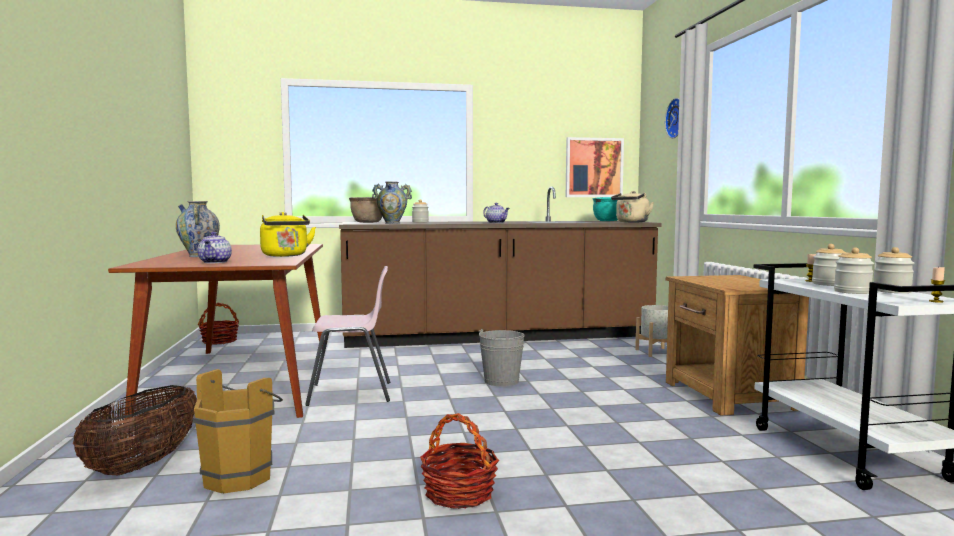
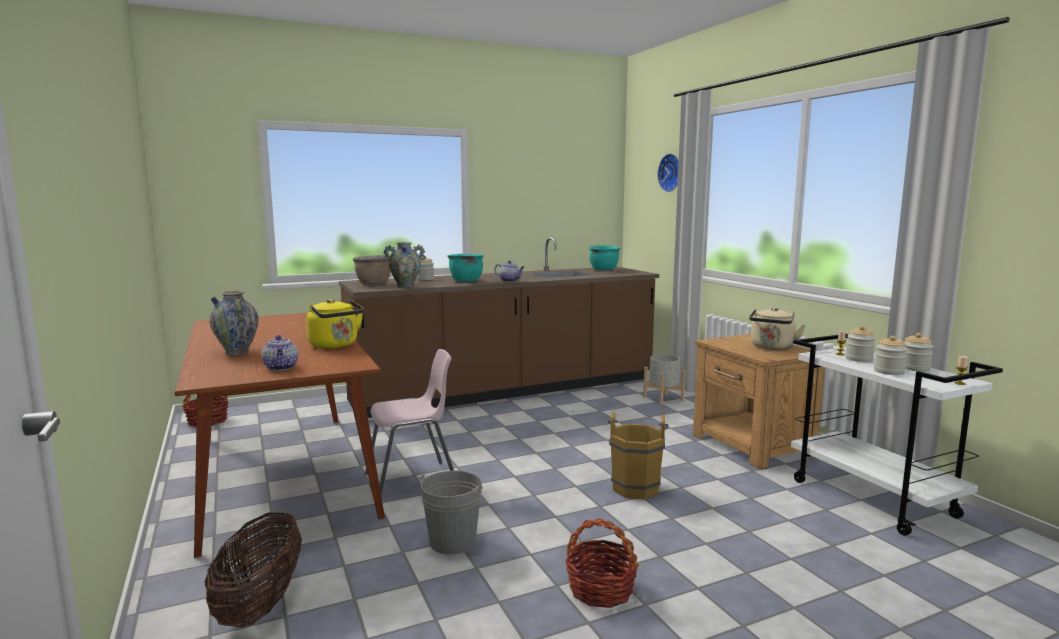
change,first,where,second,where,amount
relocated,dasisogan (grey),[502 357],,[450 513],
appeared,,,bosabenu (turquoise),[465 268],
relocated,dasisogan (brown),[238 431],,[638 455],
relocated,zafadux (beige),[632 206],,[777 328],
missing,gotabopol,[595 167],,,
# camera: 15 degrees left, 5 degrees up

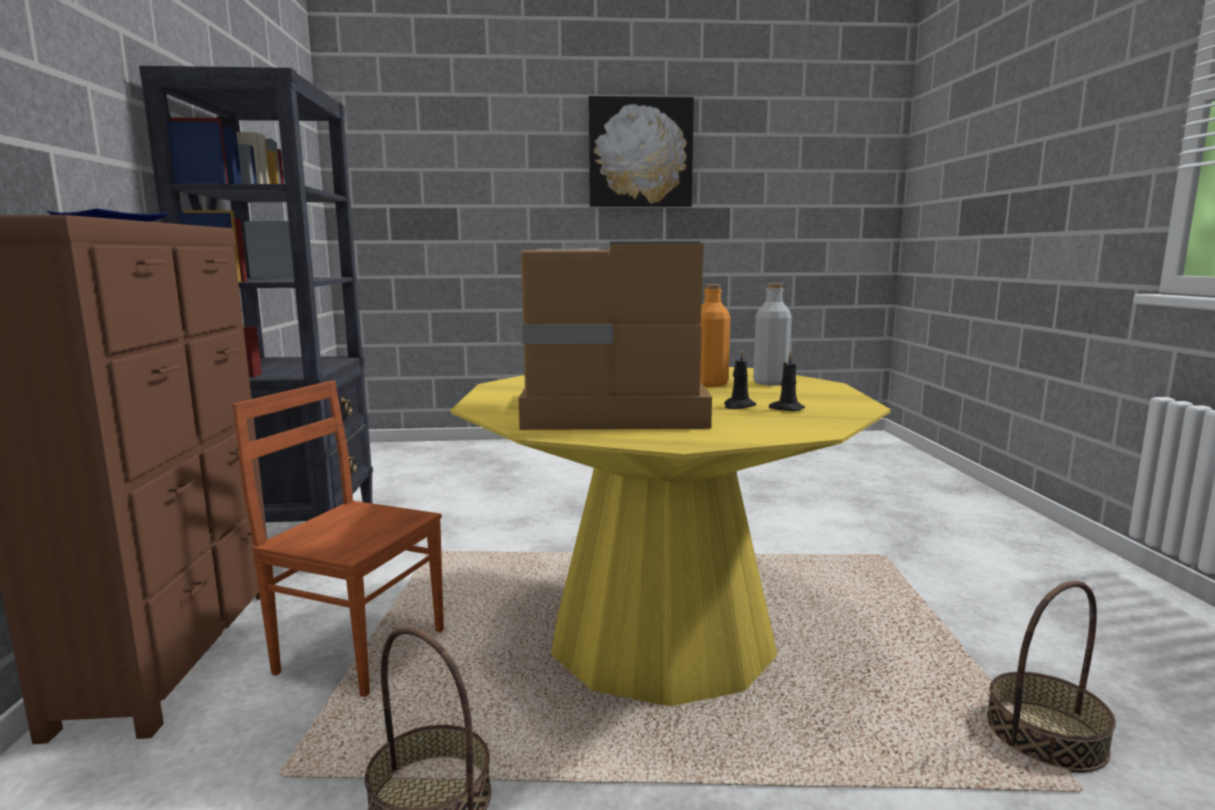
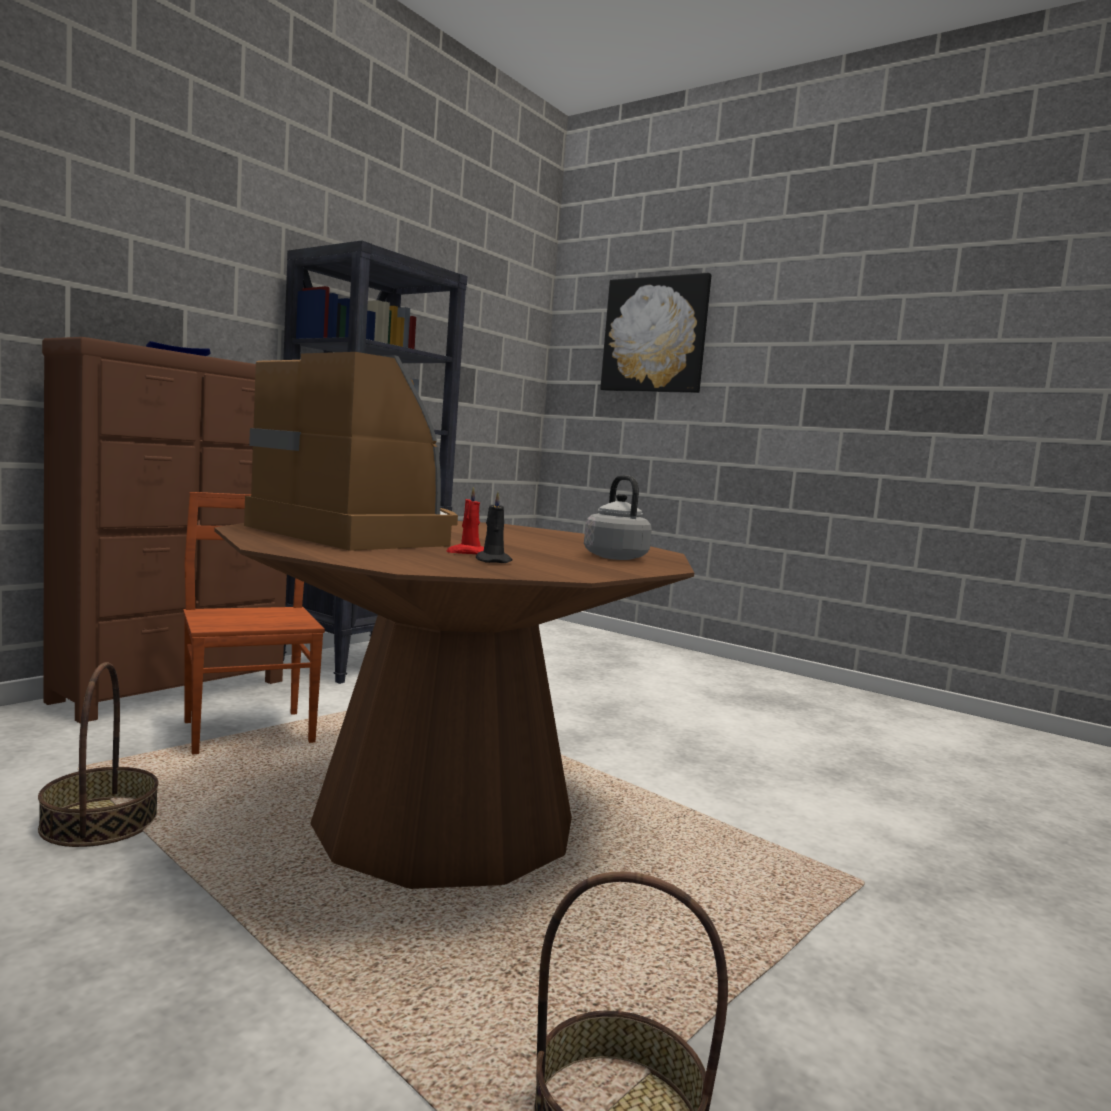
change,first,where,second,where,amount
colour,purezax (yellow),[671 536],purezax (brown),[454 705],
colour,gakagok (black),[740 379],gakagok (red),[465 520],
exchanged,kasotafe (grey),[772 334],zafadux (grey),[618 517],
relocated,gotabopol,[641 151],,[655 333],
missing,kasotafe (orange),[715 335],,,
# camera: 40 degrees right, 5 degrees down

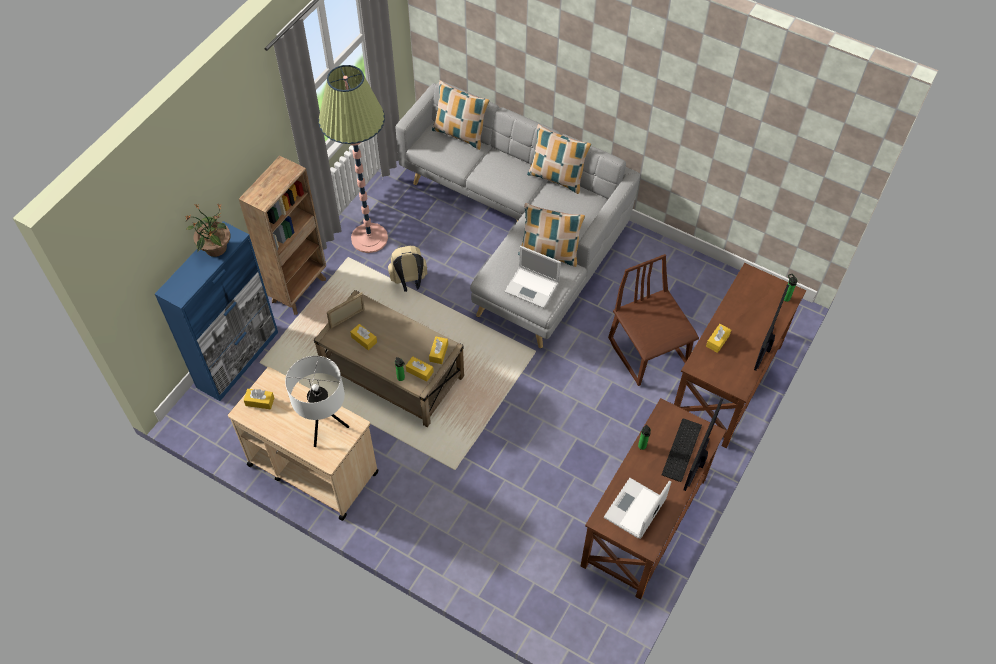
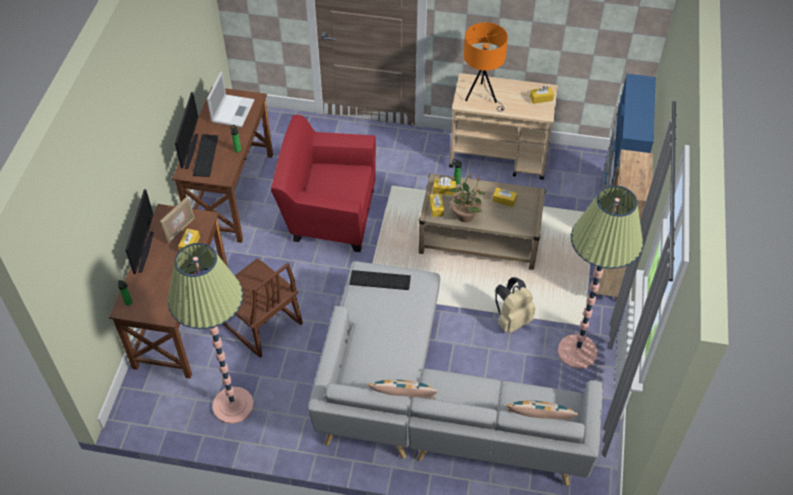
change,first,where,second,where,amount
relocated,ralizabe,[346 310],,[177 220],
appeared,,,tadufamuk,[211 333],
appeared,,,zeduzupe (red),[323 183],
exchanged,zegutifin,[532 277],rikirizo,[380 280],
relocated,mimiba,[208 230],,[466 197],
colour,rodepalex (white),[317 401],rodepalex (orange),[486 67],
missing,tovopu,[551 235],,,
# camera: 160 degrees right, 5 degrees down

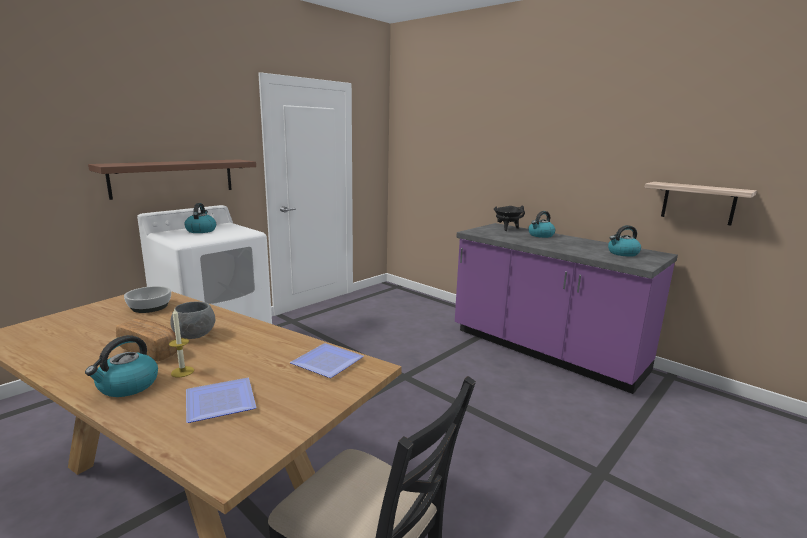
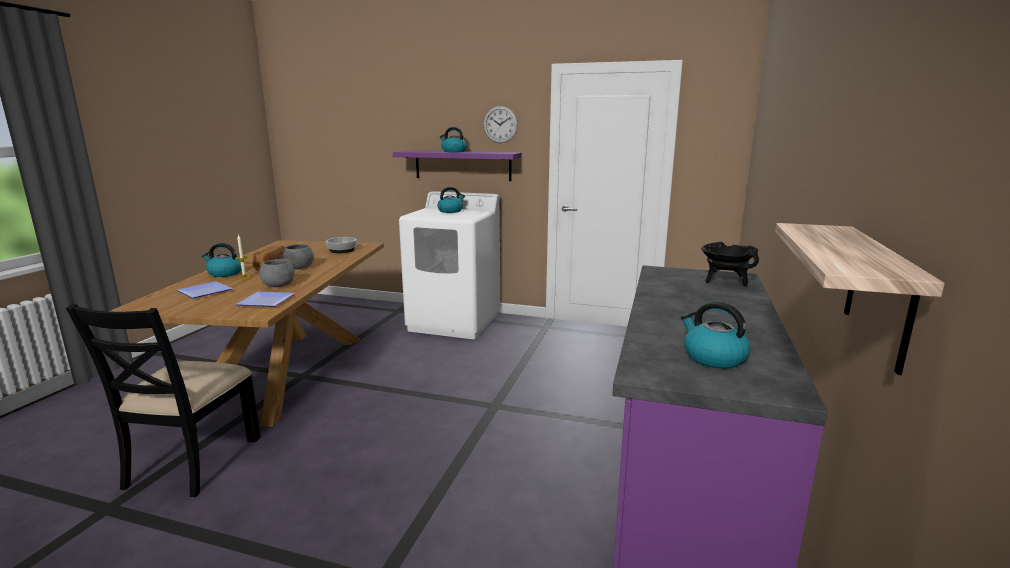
change,first,where,second,where,amount
appeared,,,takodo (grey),[277 273],
colour,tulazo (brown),[172 179],tulazo (purple),[457 165],
relocated,zafadux,[541 224],,[453 139],
appeared,,,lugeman,[501 124],
# camera: 65 degrees right, 0 degrees up

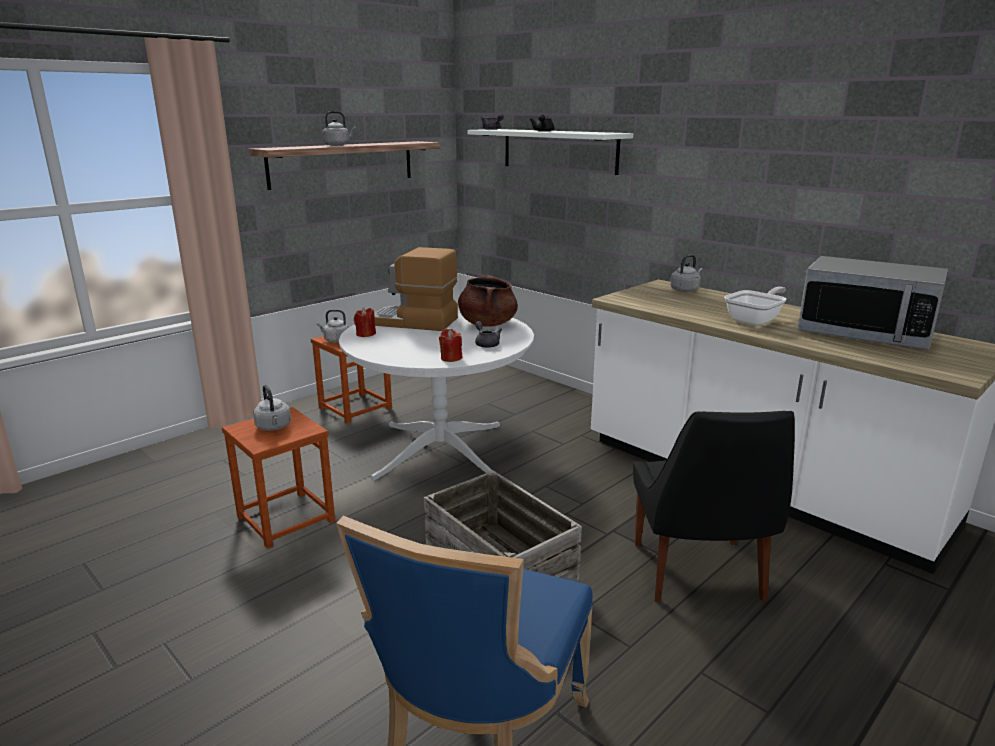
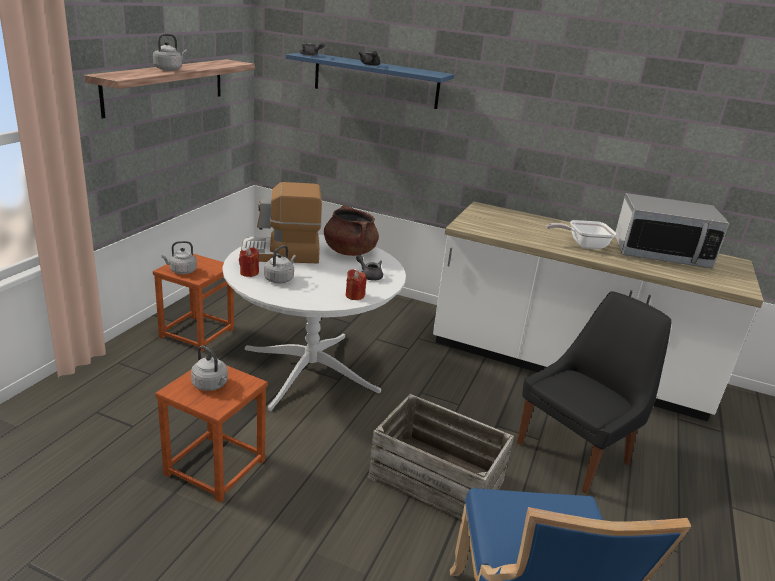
change,first,where,second,where,amount
relocated,zafadux (grey),[686 273],,[280 264],
colour,tulazo (white),[550 152],tulazo (blue),[370 81],
spun,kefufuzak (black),[714 507],,[594 392],105 degrees counterclockwise
spun,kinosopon,[755 306],,[581 234],120 degrees counterclockwise
# camera: 25 degrees left, 5 degrees up

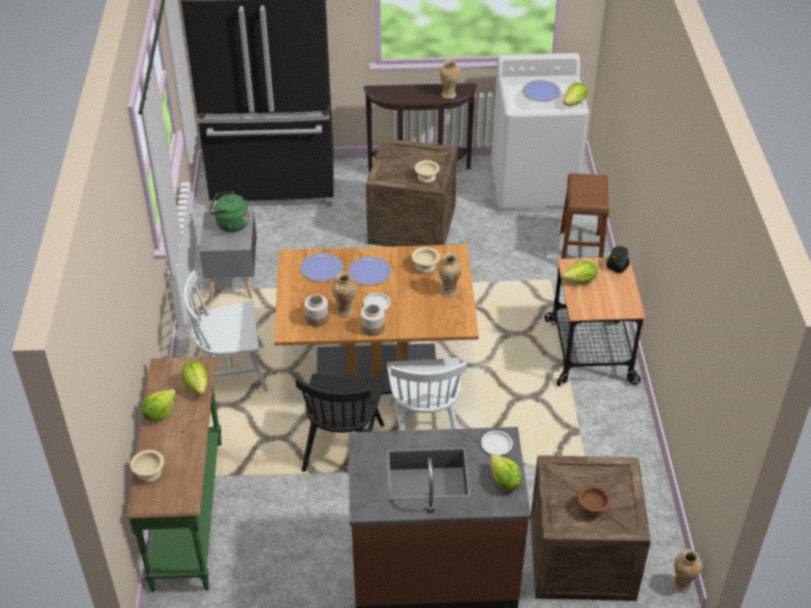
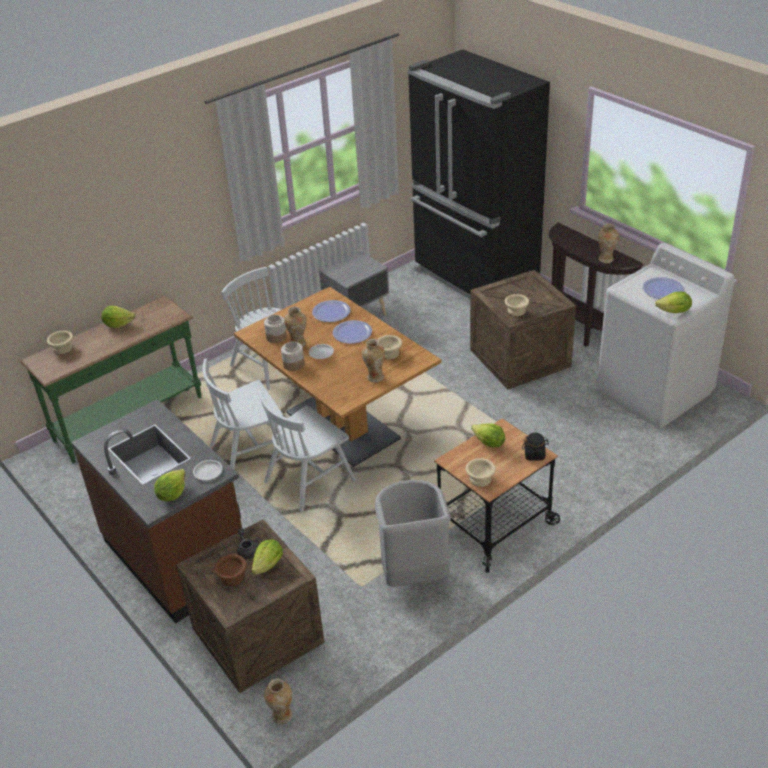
change,first,where,second,where,amount
colour,kefufuzak (black),[339 423],kefufuzak (white),[243 414],
appeared,,,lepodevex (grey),[248 543],
relocated,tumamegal,[194 378],,[267 557],
appeared,,,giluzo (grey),[413 533],
appeared,,,takodo (beige),[480 472],
missing,zafadux (green),[229 211],,,
missing,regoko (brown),[584 216],,,
# camera: 55 degrees right, 5 degrees down

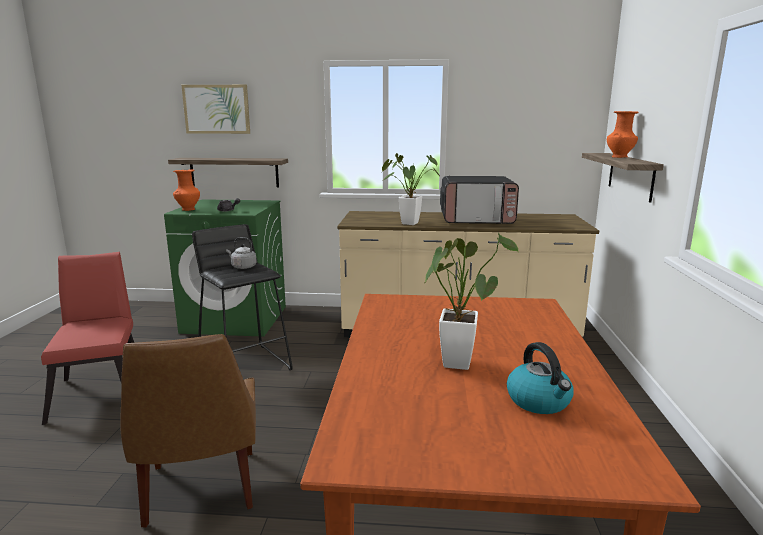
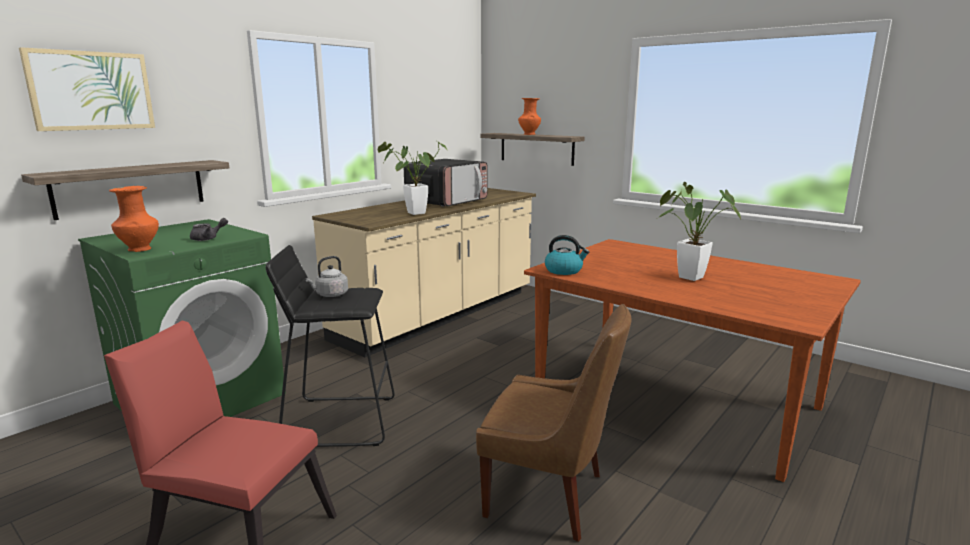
change,first,where,second,where,amount
relocated,zafadux,[540 378],,[567 255],
# camera: 55 degrees left, 0 degrees up

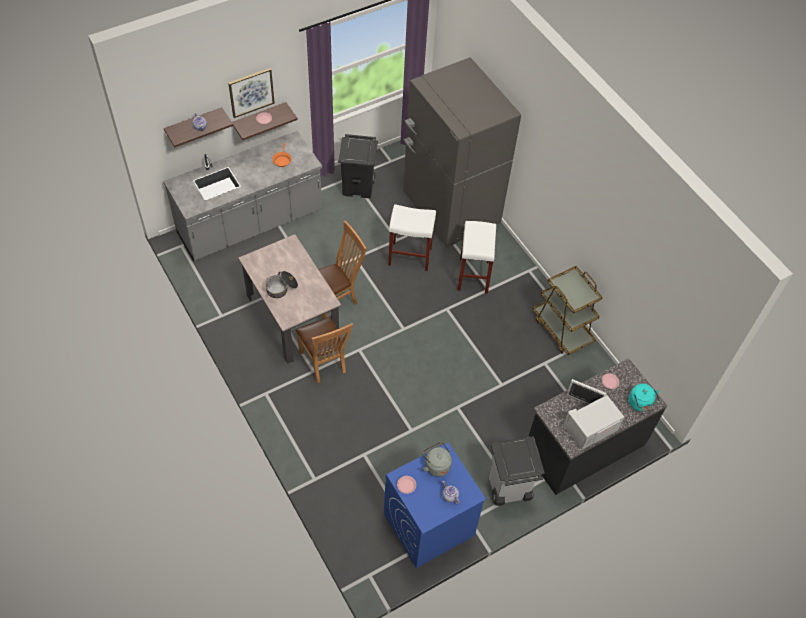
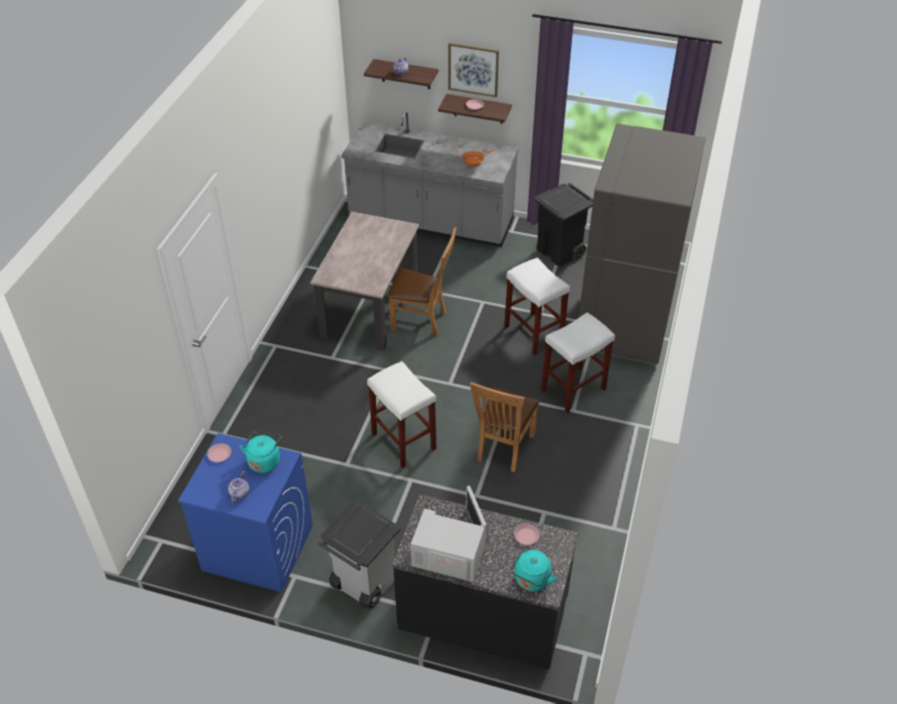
change,first,where,second,where,amount
colour,zafadux (grey),[437 459],zafadux (turquoise),[260 451],
appeared,,,regoko (white),[401 414],
relocated,kefufuzak (brown),[324 349],,[505 427],
missing,bosabenu,[281 284],,,
missing,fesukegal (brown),[567 310],,,
# camera: 50 degrees right, 10 degrees down

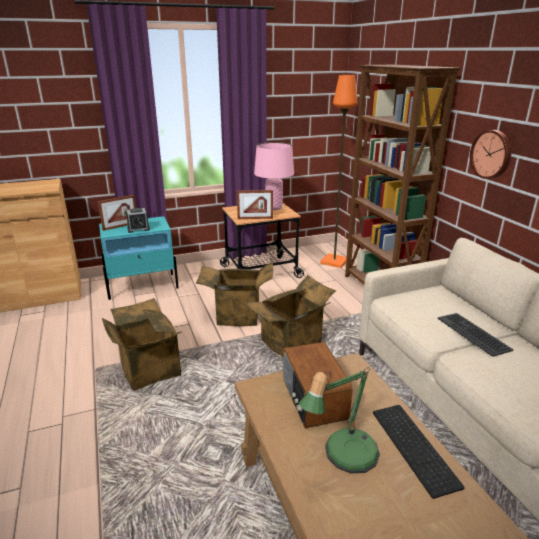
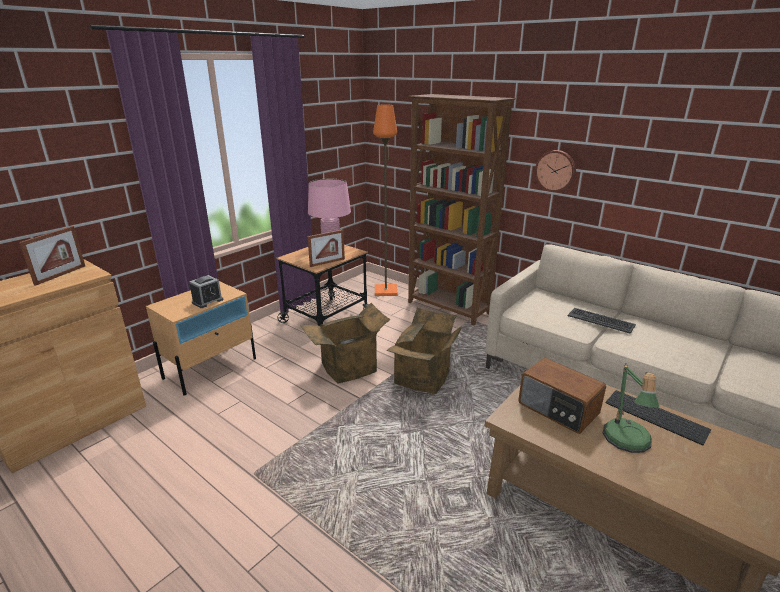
change,first,where,second,where,amount
relocated,ralizabe,[117 213],,[52 256],
colour,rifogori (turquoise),[139 258],rifogori (beige),[201 338],
missing,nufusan,[142 344],,,
# camera: 30 degrees left, 0 degrees up

